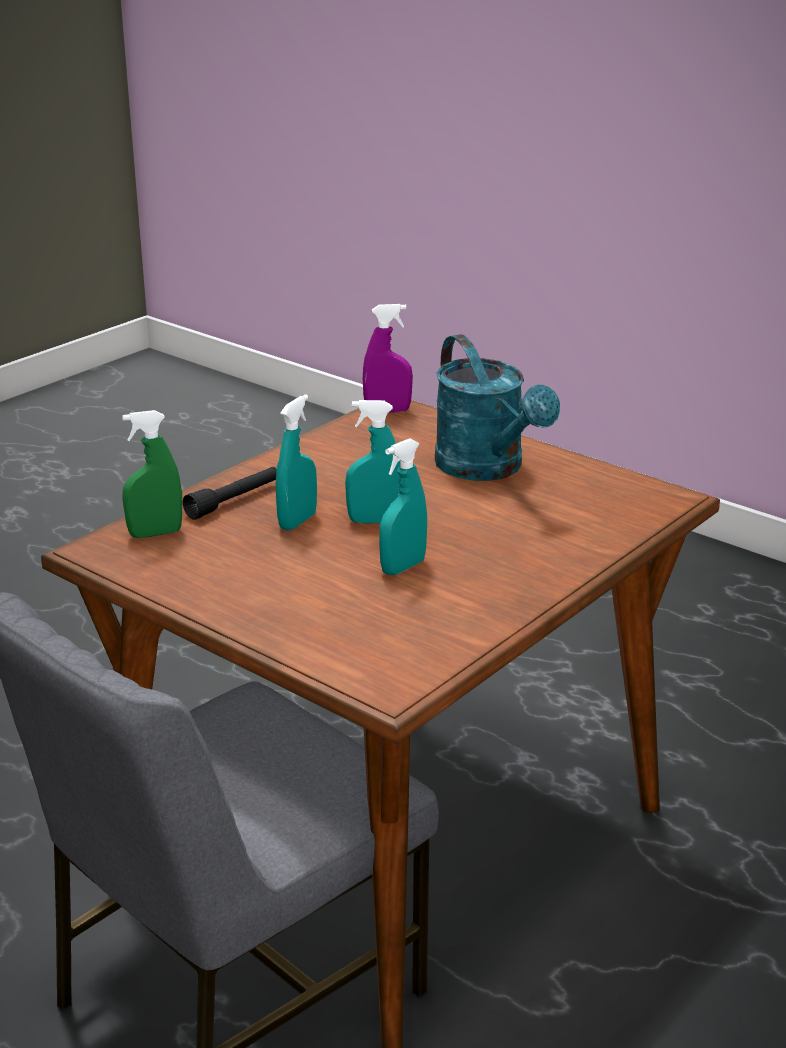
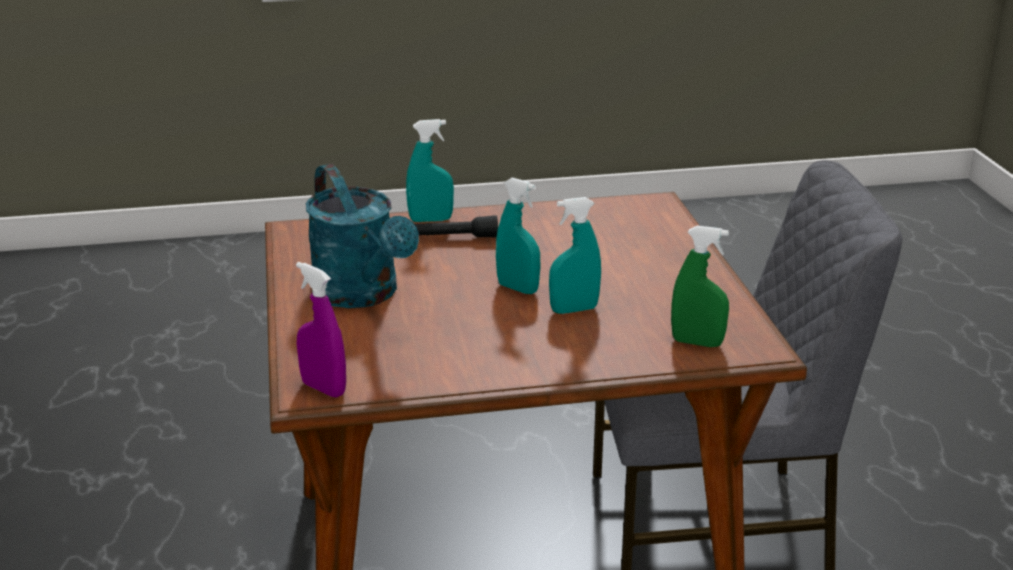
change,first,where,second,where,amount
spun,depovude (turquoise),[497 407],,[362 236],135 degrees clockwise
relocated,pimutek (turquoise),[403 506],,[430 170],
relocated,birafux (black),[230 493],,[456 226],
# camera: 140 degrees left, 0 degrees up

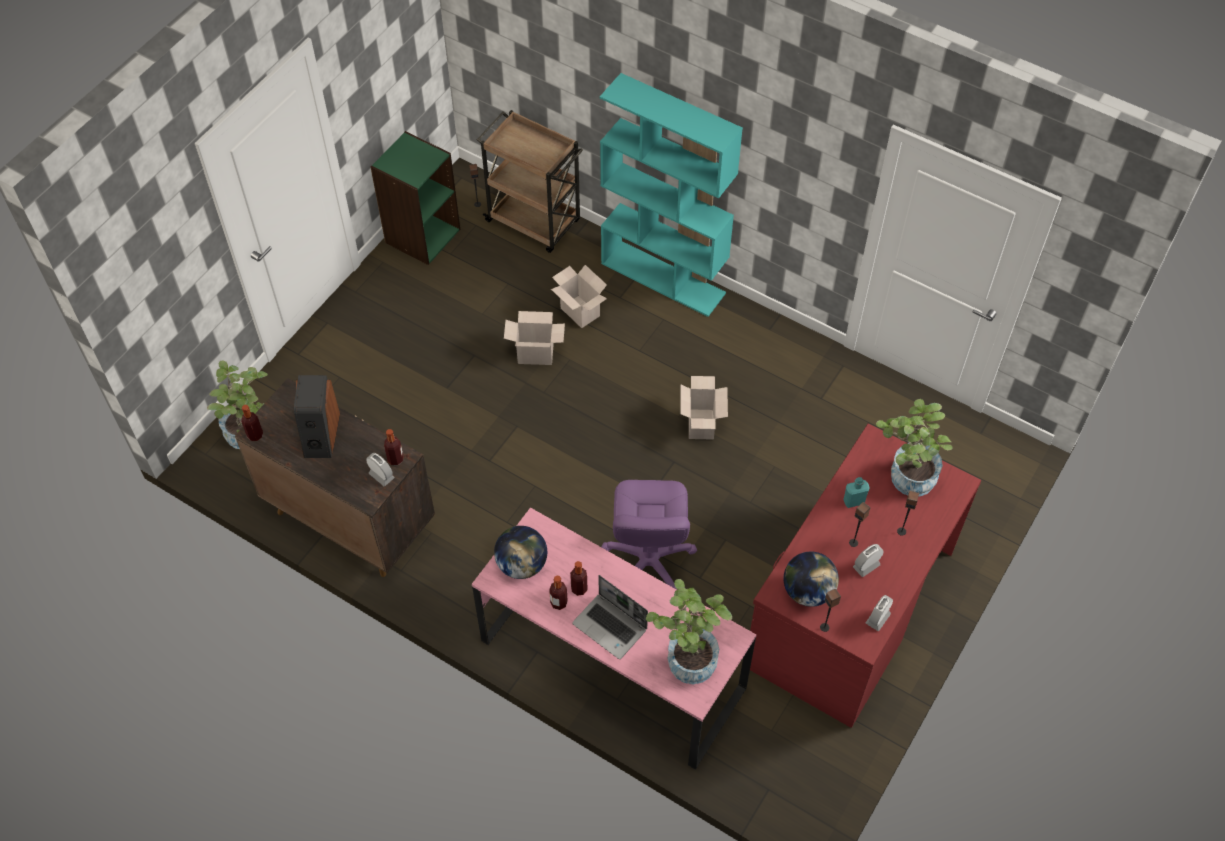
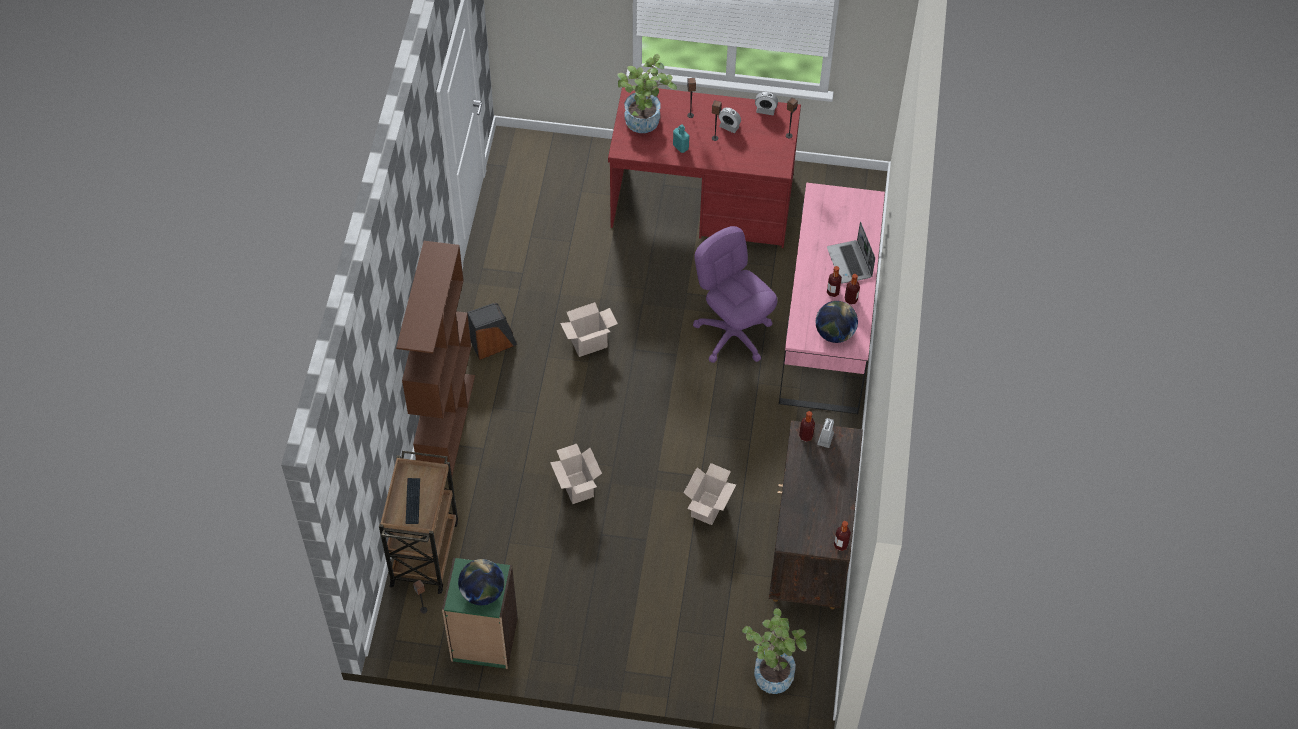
change,first,where,second,where,amount
colour,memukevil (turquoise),[671 195],memukevil (brown),[435 358],
appeared,,,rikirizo,[413 501],
relocated,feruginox,[811 579],,[481 582],
relocated,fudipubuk,[317 416],,[492 331],
relocated,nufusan,[579 296],,[710 494],
spun,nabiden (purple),[649 535],,[735 294],105 degrees counterclockwise
spun,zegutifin,[610 617],,[851 252],150 degrees clockwise
missing,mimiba,[689 631],,,
# camera: 115 degrees left, 0 degrees up

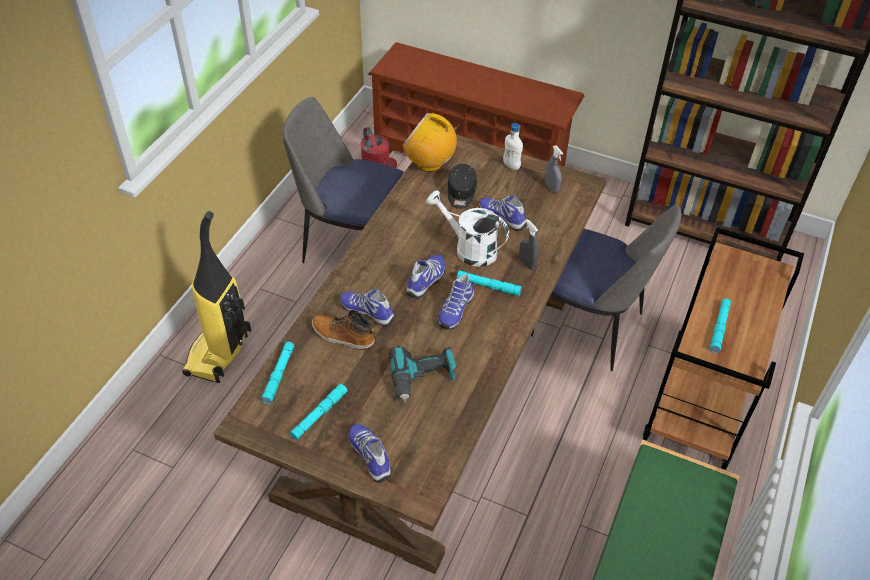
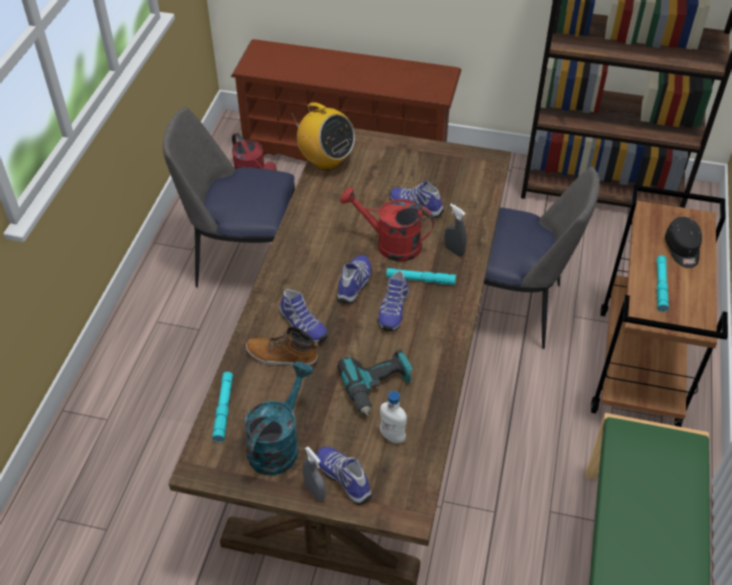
change,first,where,second,where,amount
exchanged,birafux (turquoise),[319 412],depovude (turquoise),[278 418],
spun,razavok,[367 308],,[303 316],150 degrees counterclockwise
spun,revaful,[433 142],,[323 136],150 degrees counterclockwise
relocated,pimutek (grey),[554 169],,[314 474],
colour,depovude (white),[467 228],depovude (red),[387 224],
relocated,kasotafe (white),[513 146],,[393 417],
relocated,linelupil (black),[462 186],,[683 242],
missing,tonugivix,[216 297],,,
# camera: 10 degrees left, 0 degrees up

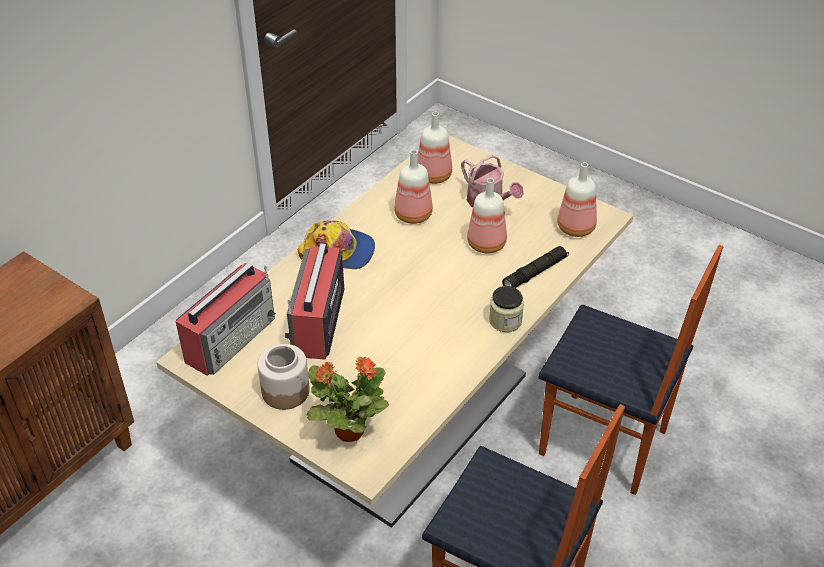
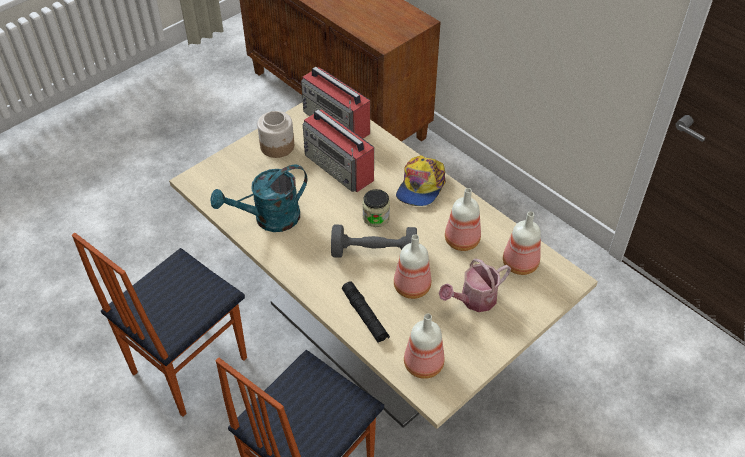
change,first,where,second,where,amount
appeared,,,depovude (turquoise),[258 198],
spun,revaful,[315 302],,[338 150],150 degrees counterclockwise
appeared,,,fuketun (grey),[374 241],
relocated,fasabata,[506 309],,[376 208],
missing,mimiba,[348 399],,,
# camera: 100 degrees right, 5 degrees up

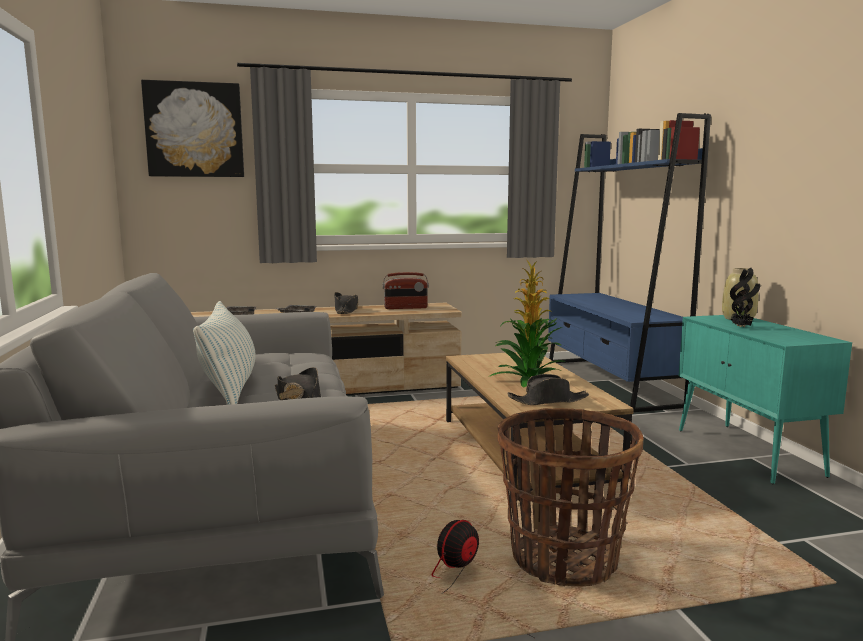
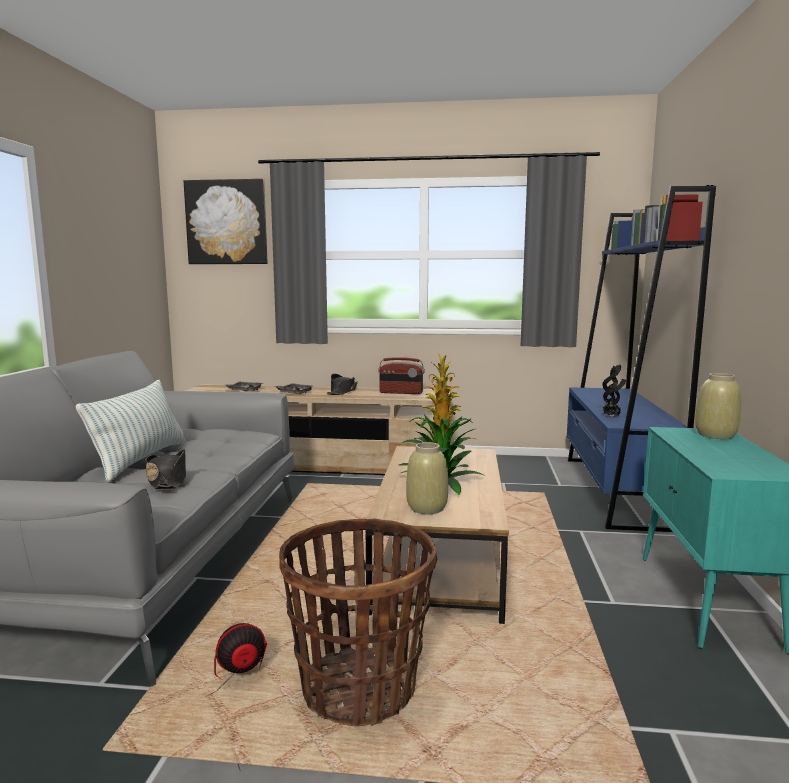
change,first,where,second,where,amount
exchanged,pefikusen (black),[548 389],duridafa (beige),[427 478],
relocated,mimiba,[745 297],,[614 391],
# camera: 20 degrees right, 0 degrees up

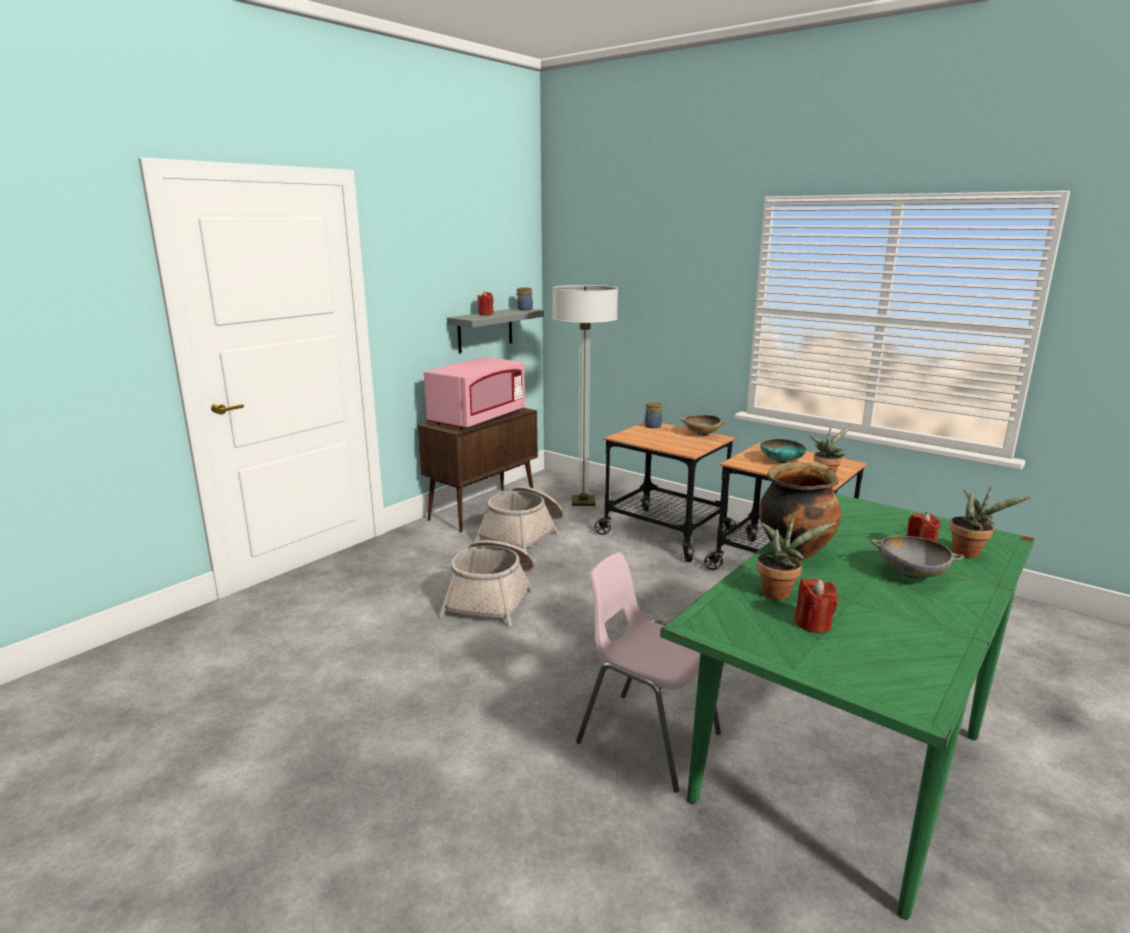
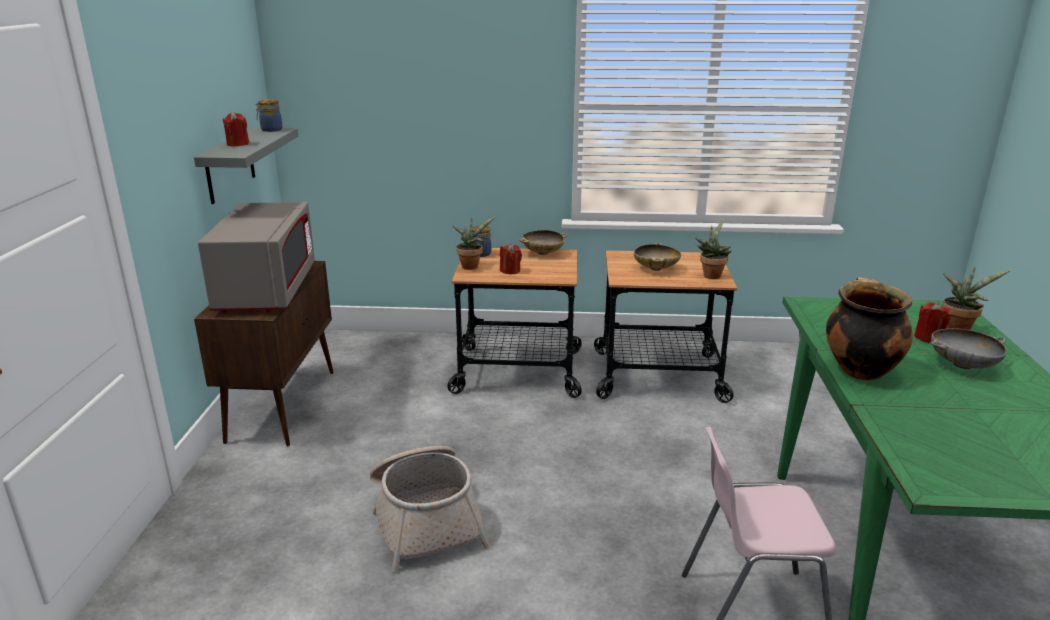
change,first,where,second,where,amount
colour,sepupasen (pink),[474 393],sepupasen (grey),[256 257],
relocated,mimiba,[796 558],,[474 243],
relocated,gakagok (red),[816 605],,[511 258],
colour,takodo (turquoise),[783 451],takodo (beige),[657 257],
missing,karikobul,[518 519],,,
missing,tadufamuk,[585 395],,,
# camera: 35 degrees left, 5 degrees up

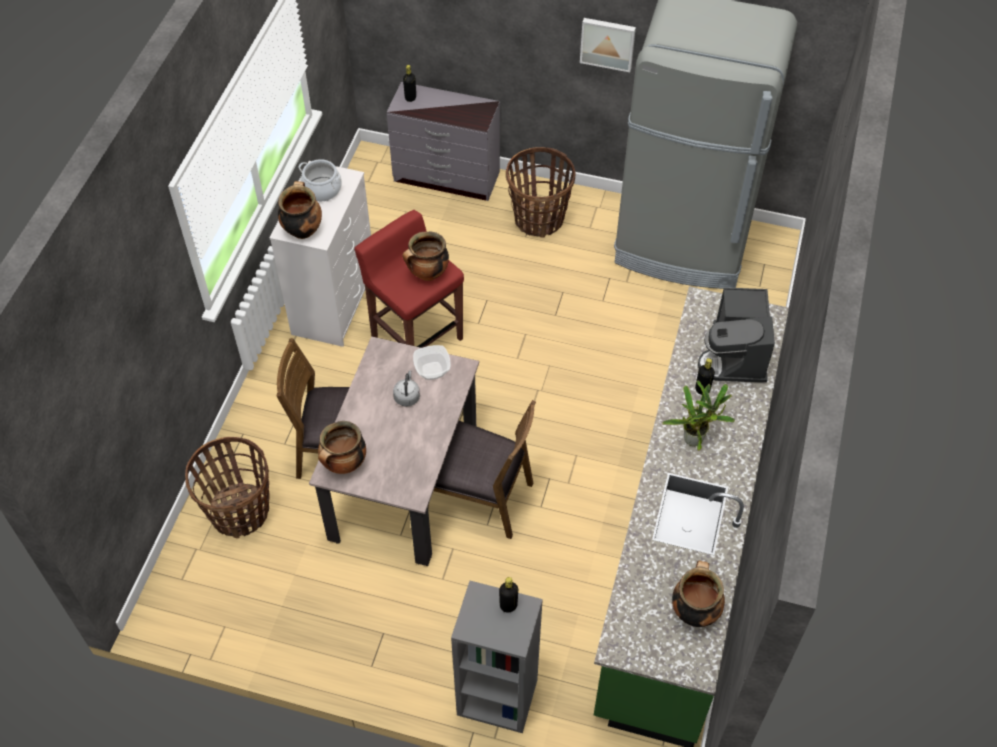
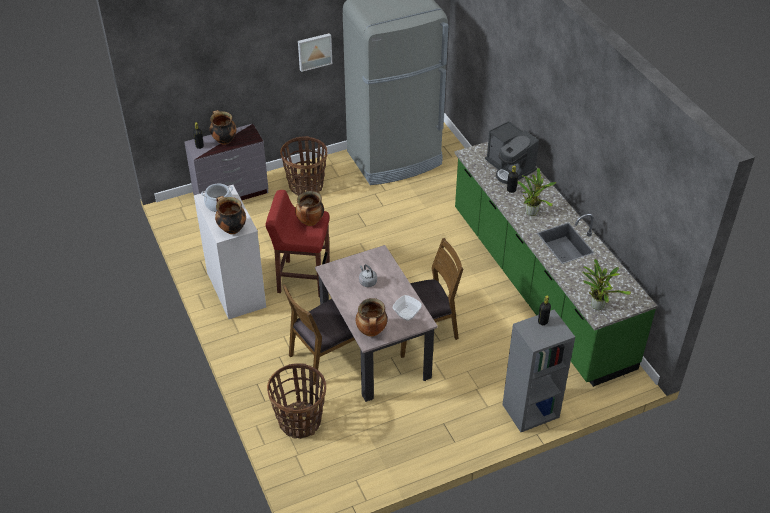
change,first,where,second,where,amount
relocated,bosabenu,[698 593],,[223 127],
relocated,takodo,[432 362],,[407 308],
appeared,,,mimiba,[607 284],
# camera: 40 degrees left, 10 degrees down

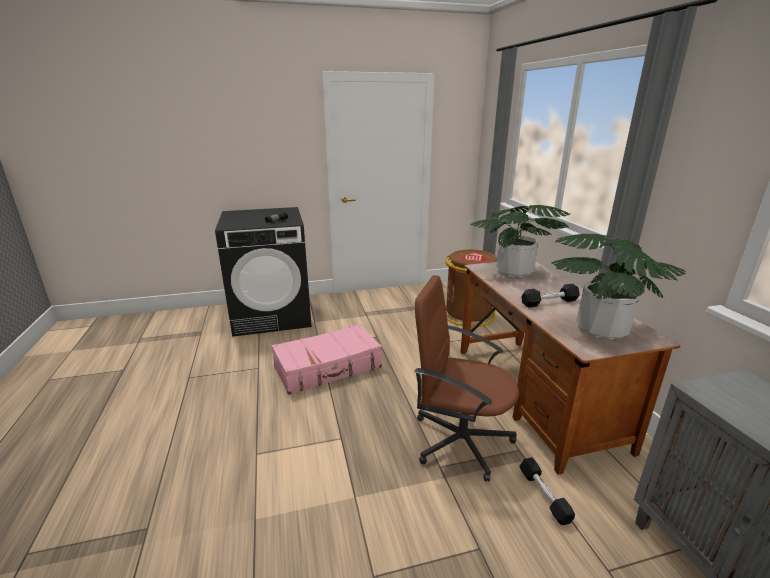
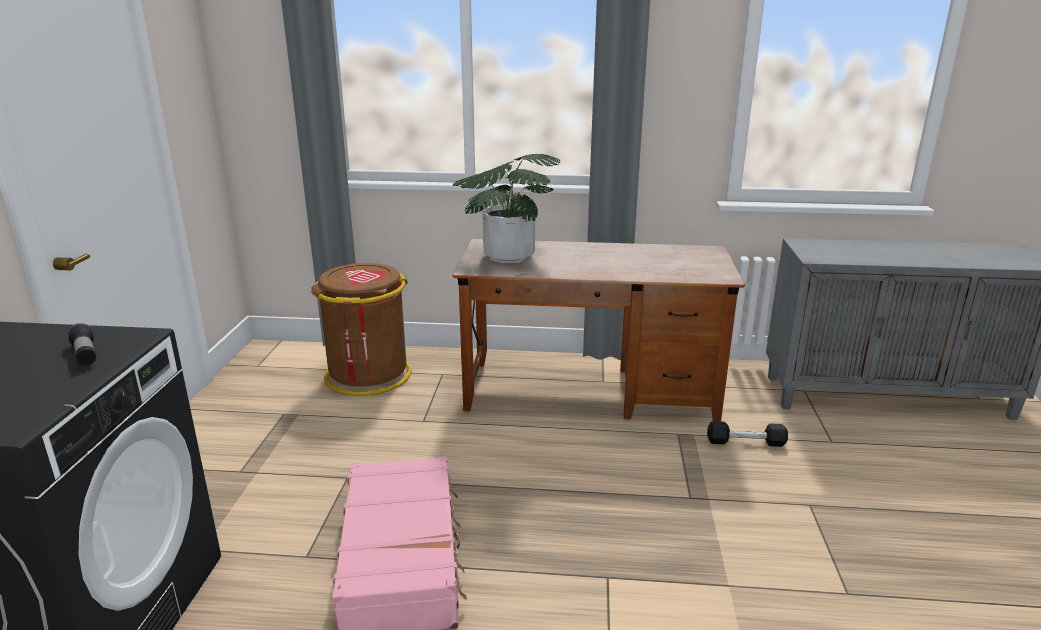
change,first,where,second,where,amount
missing,nabiden (brown),[467 378],,,
missing,fuketun (black),[550 296],,,
missing,mimiba,[618 287],,,
# camera: 70 degrees left, 0 degrees up

